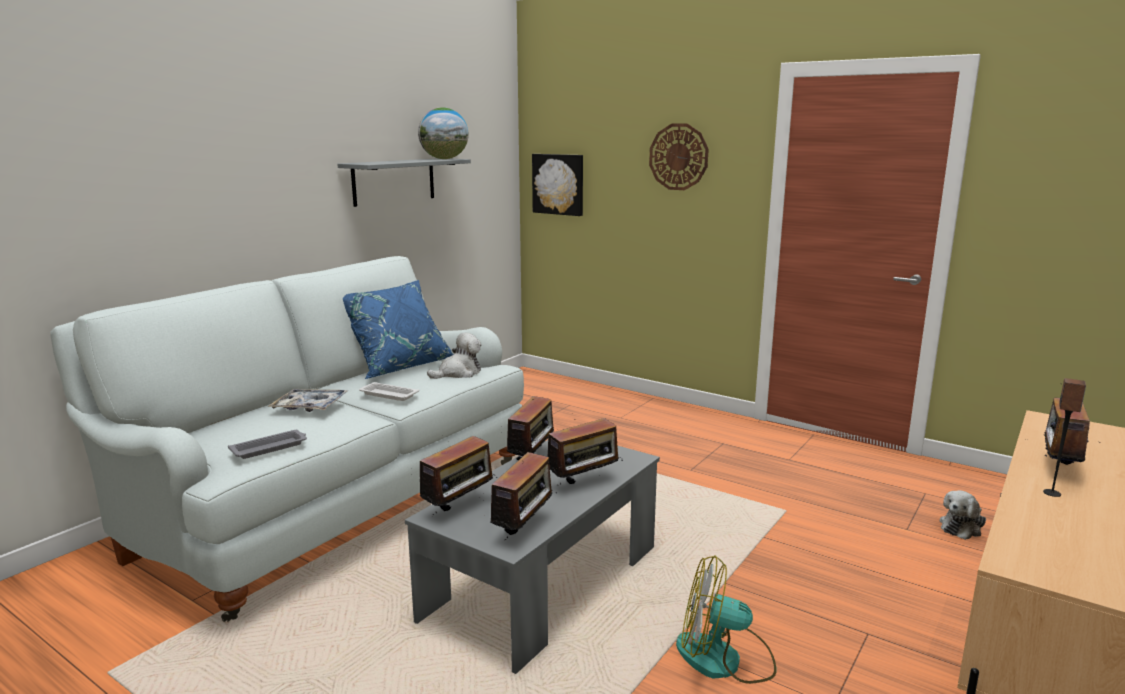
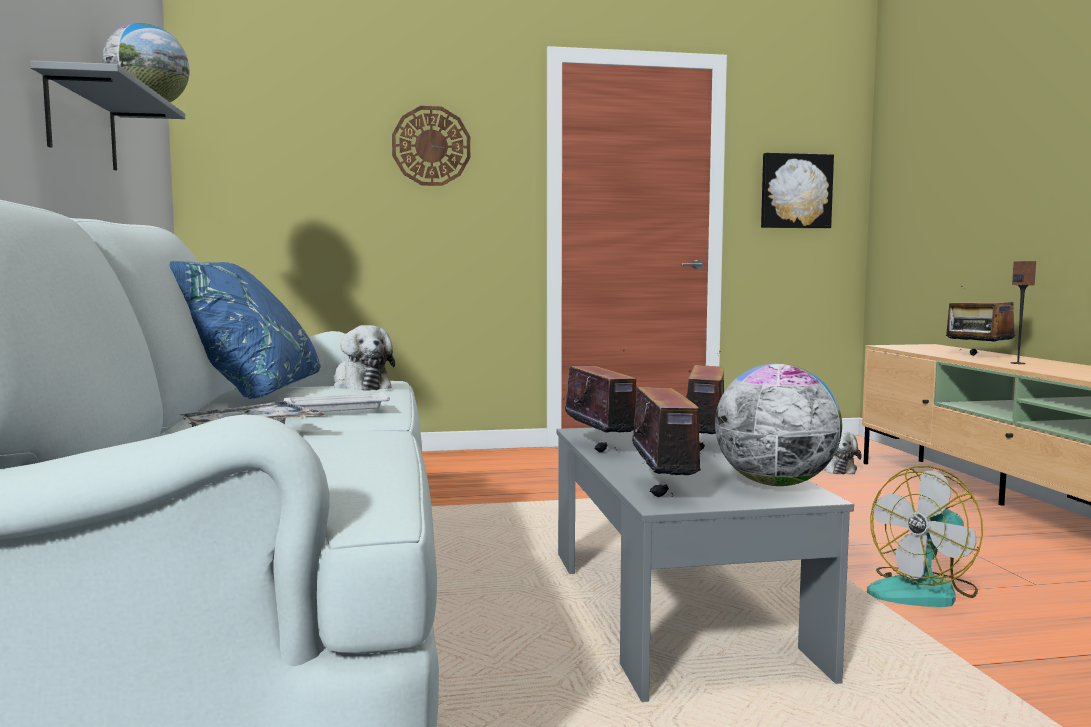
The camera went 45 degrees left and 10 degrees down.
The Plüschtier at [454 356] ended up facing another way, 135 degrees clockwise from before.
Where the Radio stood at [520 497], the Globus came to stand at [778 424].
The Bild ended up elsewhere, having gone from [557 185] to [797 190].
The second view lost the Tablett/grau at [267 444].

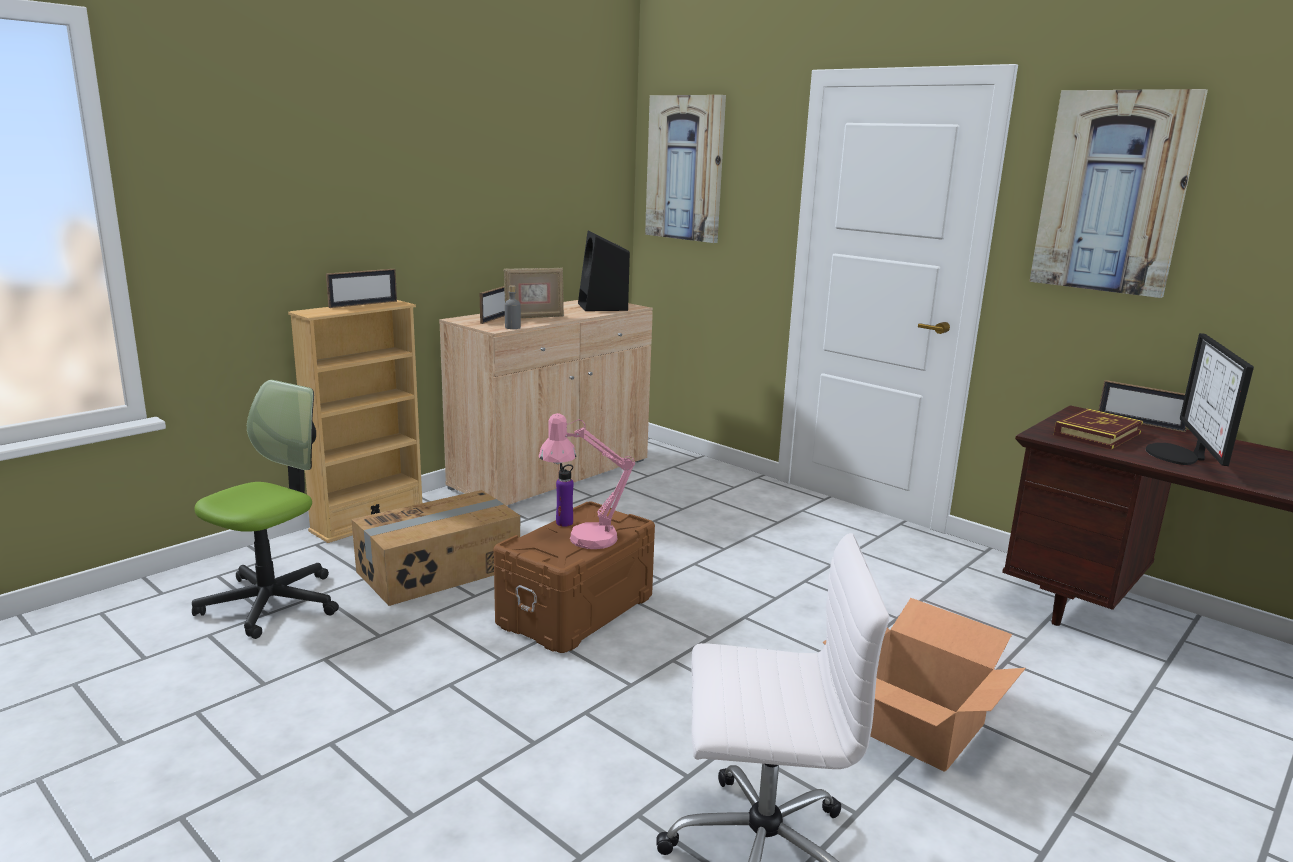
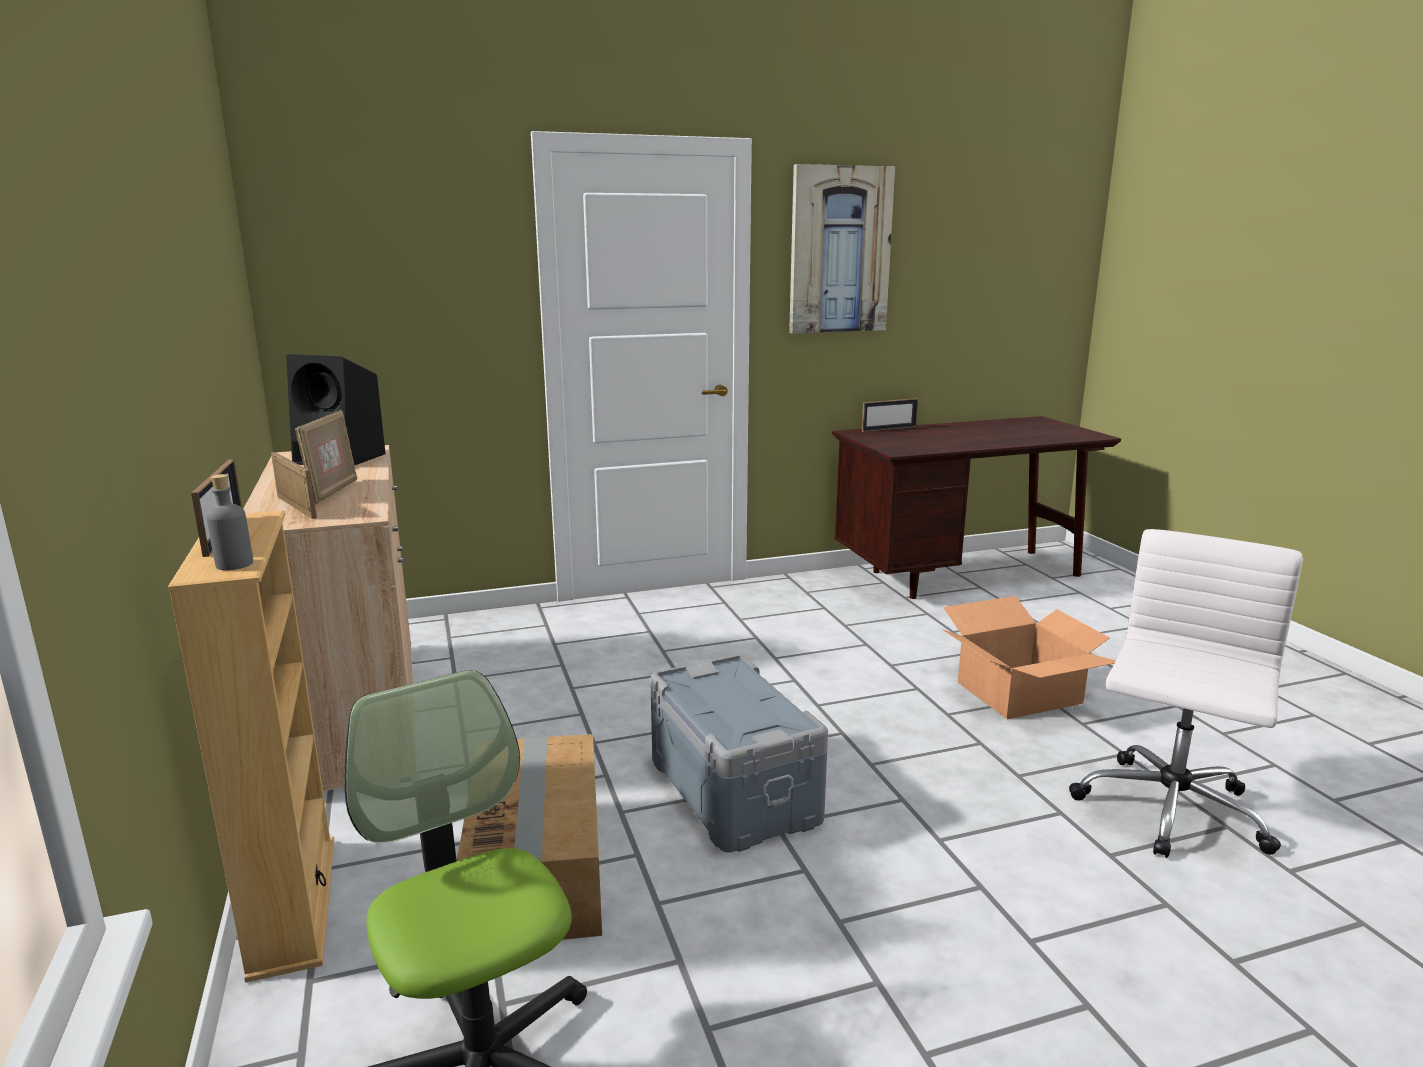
The camera went 60 degrees left and 0 degrees up.
The Flasche/grau ended up elsewhere, having gone from [513 307] to [229 522].
What was the Aufbewahrungsbox/braun at [574 577] turned into the Aufbewahrungsbox/grau at [739 753].
The second view lost the Tischlampe/rosa at [587 481].
The second view lost the Flasche/lila at [565 495].
The second view lost the Bild at [685 169].
The second view lost the Buch at [1098 428].
The second view lost the Monitor at [1200 399].

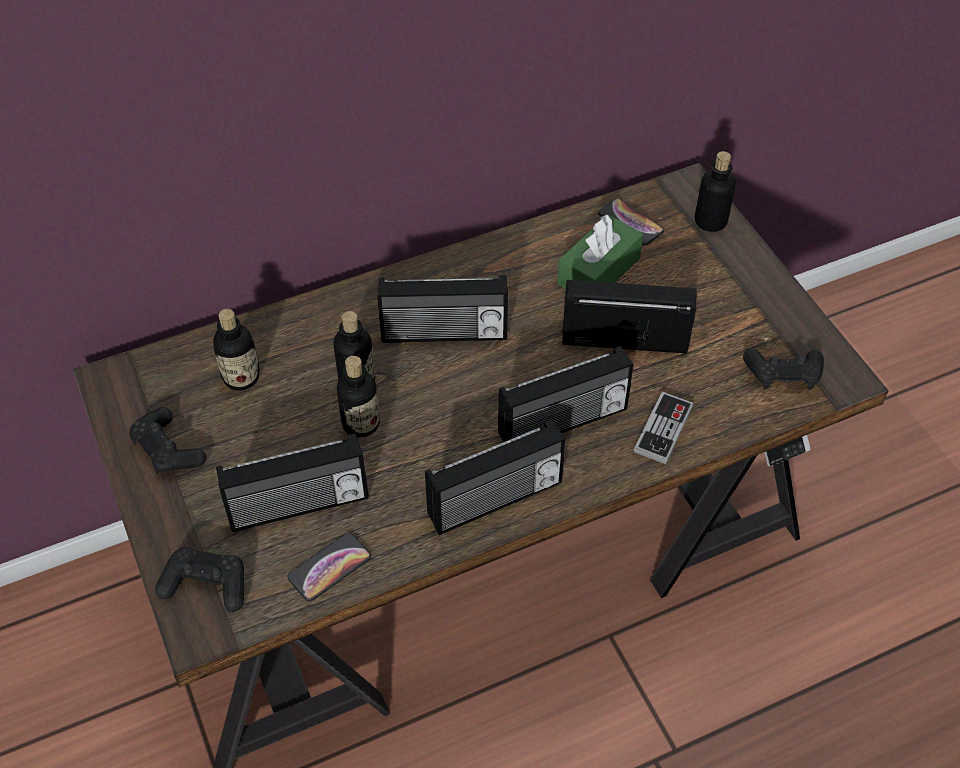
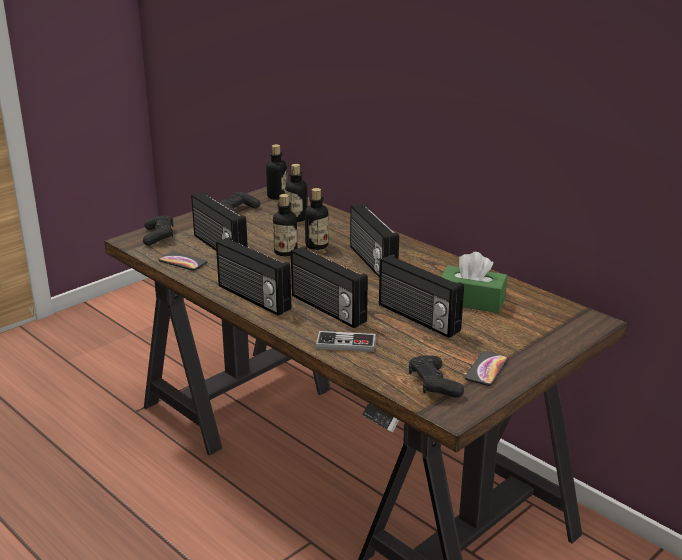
The camera went 70 degrees right and 25 degrees down.
The Flasche ended up elsewhere, having gone from [715 191] to [276 172].
The Radio at [629 317] ended up facing another way, 150 degrees clockwise from before.
The Handy ended up elsewhere, having gone from [631 222] to [486 368].

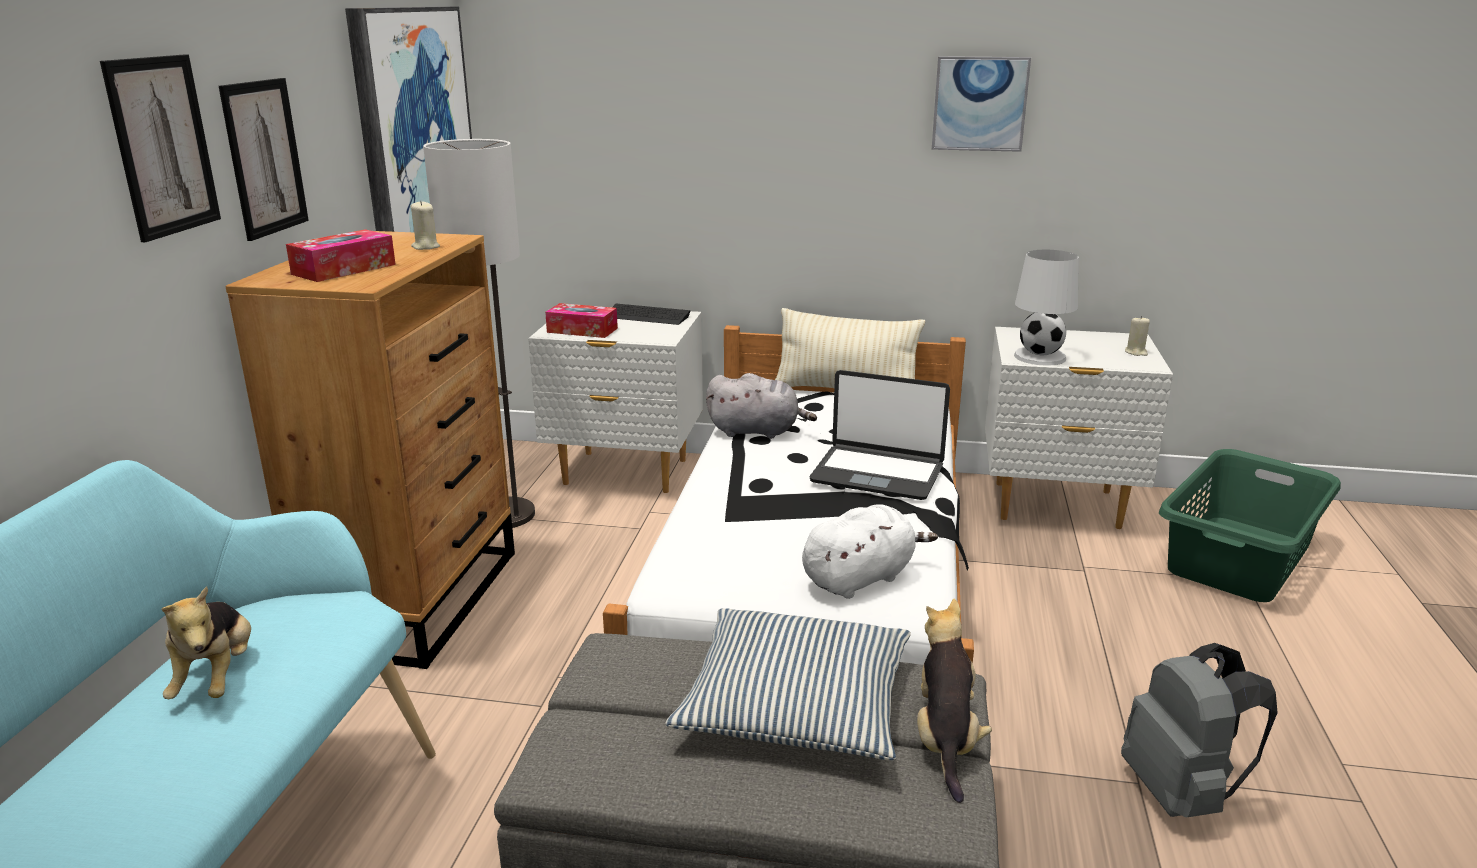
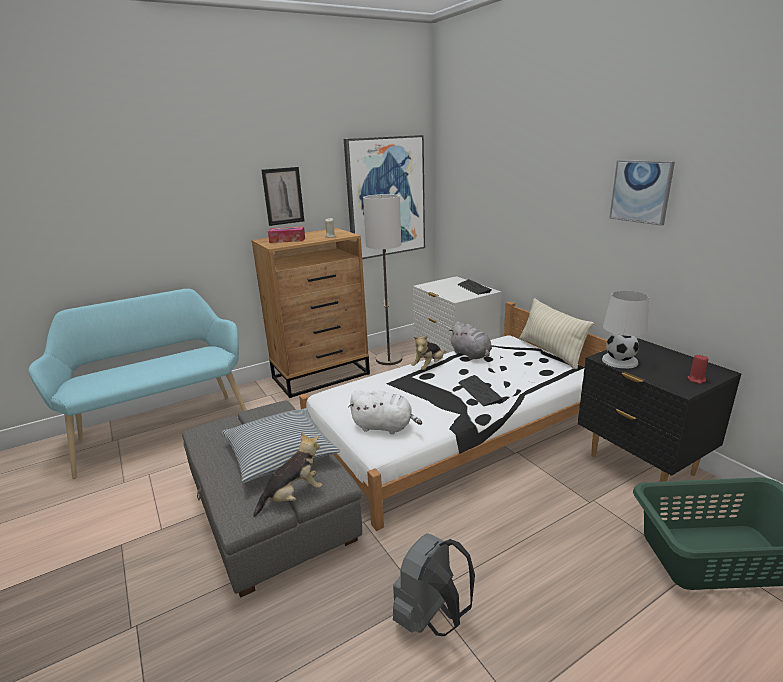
The camera went 50 degrees right and 0 degrees up.
The Plüschtier ended up elsewhere, having gone from [206 642] to [427 353].
Where the Laptop stood at [879 435], the Tastatur came to stand at [480 390].
What was the Nachttisch/weiß at [1079 428] turned into the Nachttisch/schwarz at [659 410].
What was the Kerze/beige at [1137 336] turned into the Kerze/rot at [697 369].
The second view lost the Bild at [160 148].
The second view lost the Taschentuchbox at [581 320].

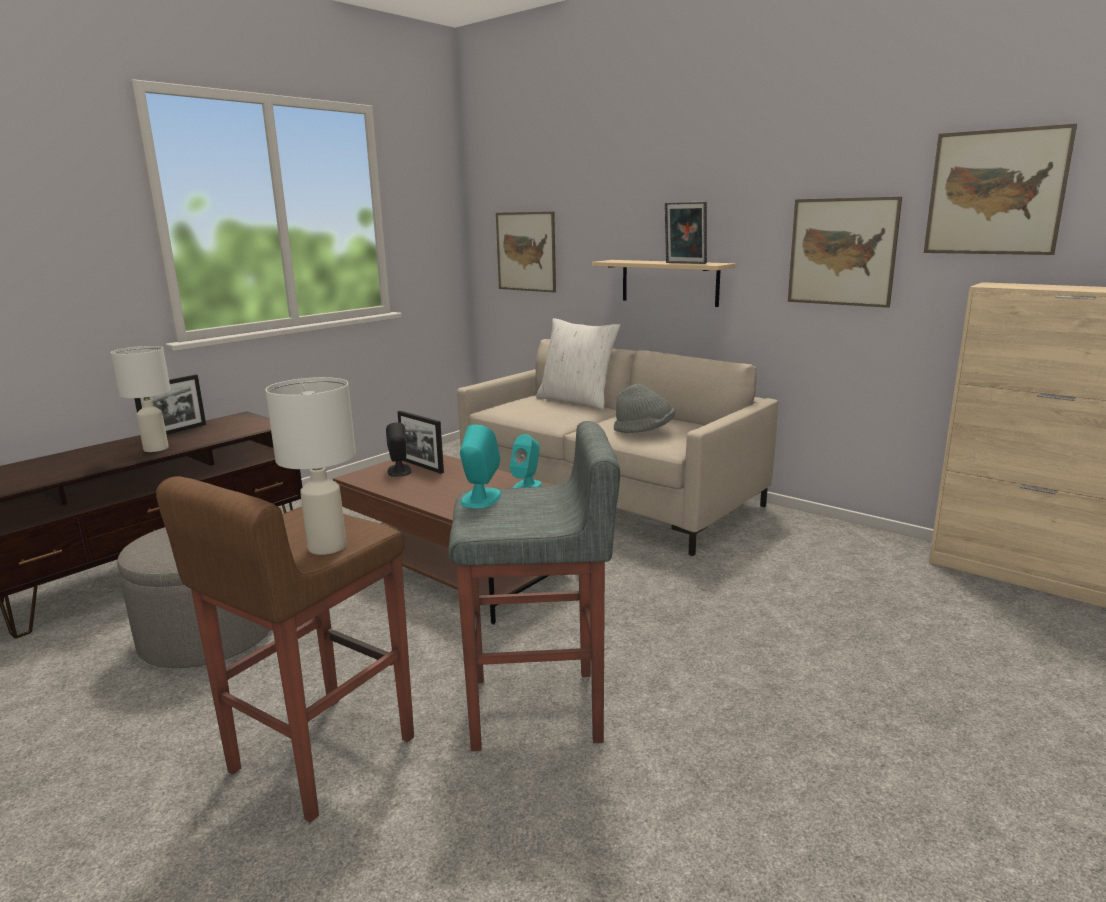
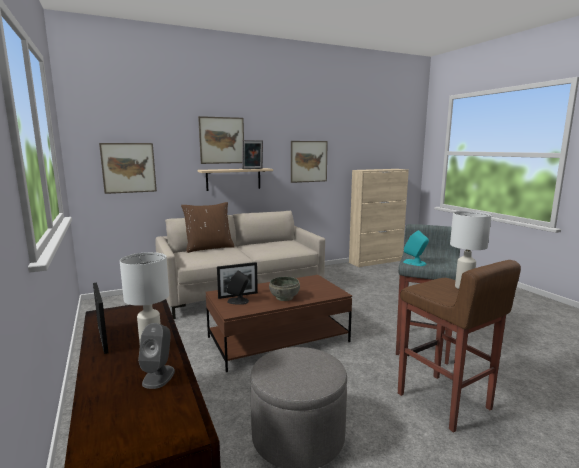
The camera went 65 degrees left and 5 degrees down.
The second view gained the Lautsprecher/grau at [156 356].
What was the Kissen/weiß at [578 364] turned into the Kissen/braun at [208 227].
The Bild ended up elsewhere, having gone from [1000 189] to [221 140].
The second view gained the Schüssel/grau at [284 289].
The second view lost the Lautsprecher/türkis at [526 461].
The second view lost the Hut/grau at [644 408].

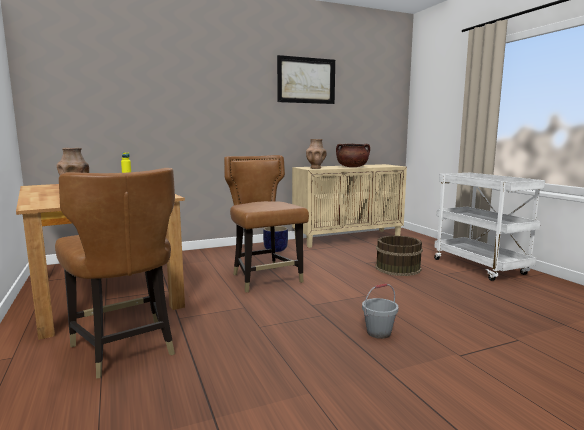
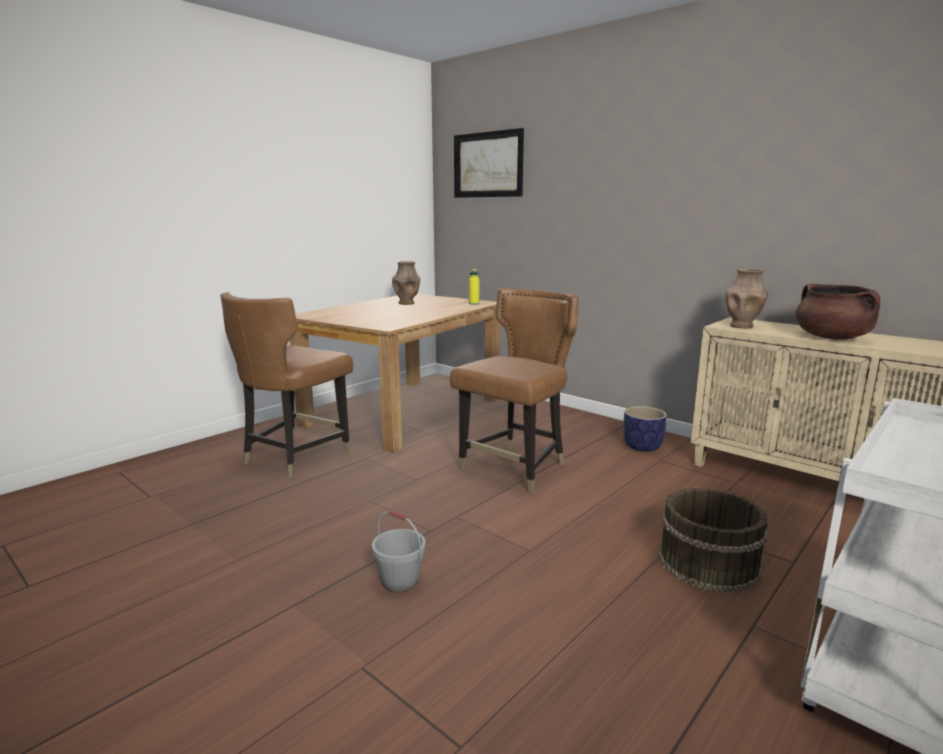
The camera went 65 degrees right and 5 degrees up.
The Bild ended up elsewhere, having gone from [306 79] to [489 163].

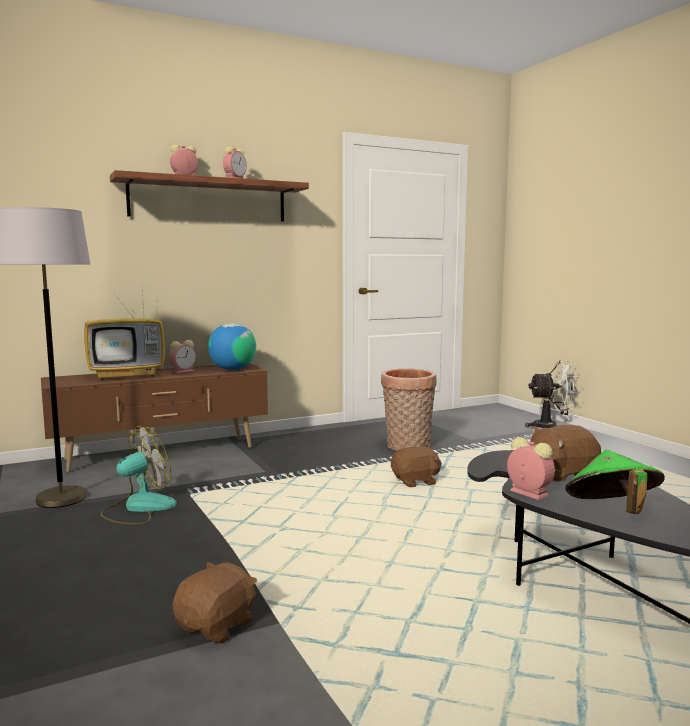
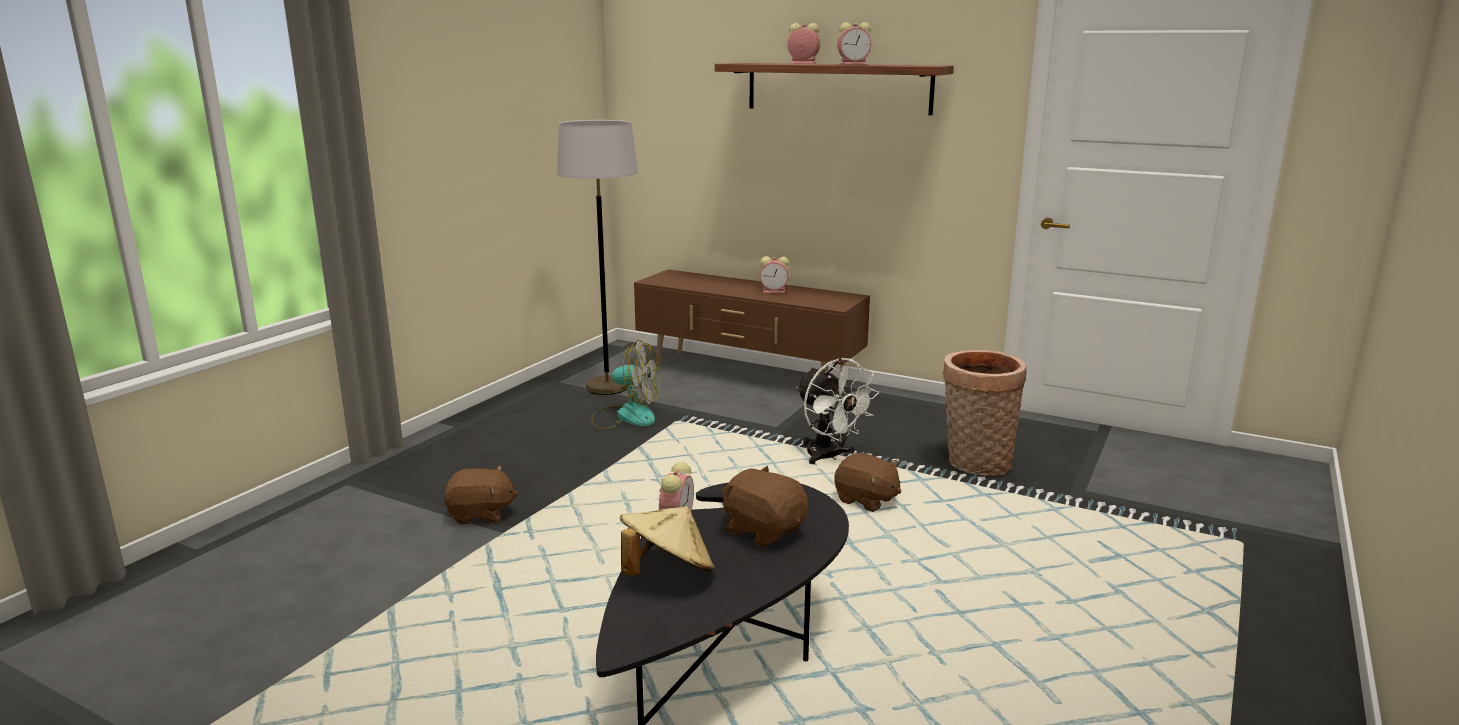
The camera went 55 degrees right and 10 degrees up.
What was the Hut/grün at [615 482] turned into the Hut/beige at [667 541].
The Ventilator/weiß ended up elsewhere, having gone from [552 394] to [837 411].
The second view lost the Fernseher at [124 334].
The second view lost the Globus at [232 346].

